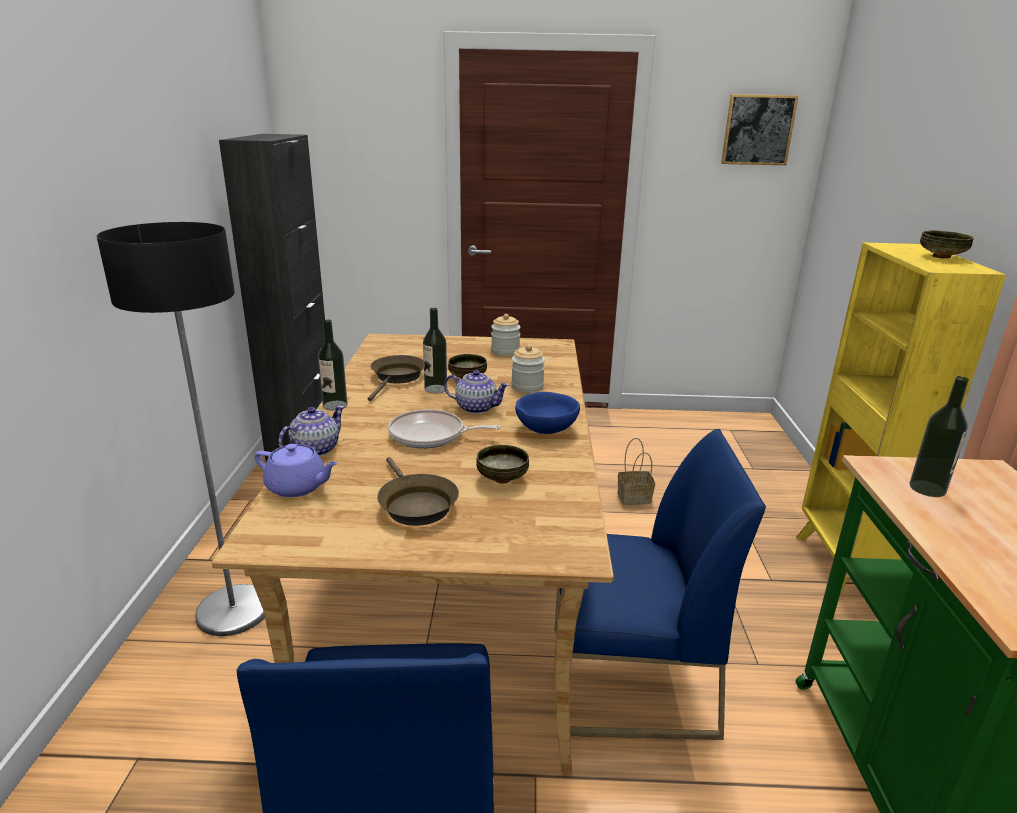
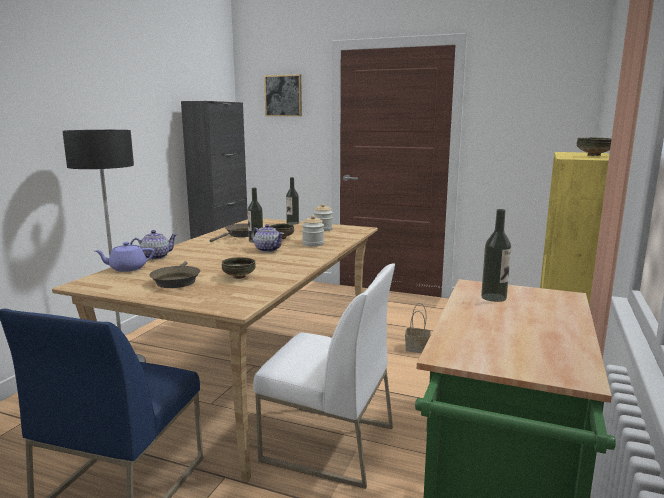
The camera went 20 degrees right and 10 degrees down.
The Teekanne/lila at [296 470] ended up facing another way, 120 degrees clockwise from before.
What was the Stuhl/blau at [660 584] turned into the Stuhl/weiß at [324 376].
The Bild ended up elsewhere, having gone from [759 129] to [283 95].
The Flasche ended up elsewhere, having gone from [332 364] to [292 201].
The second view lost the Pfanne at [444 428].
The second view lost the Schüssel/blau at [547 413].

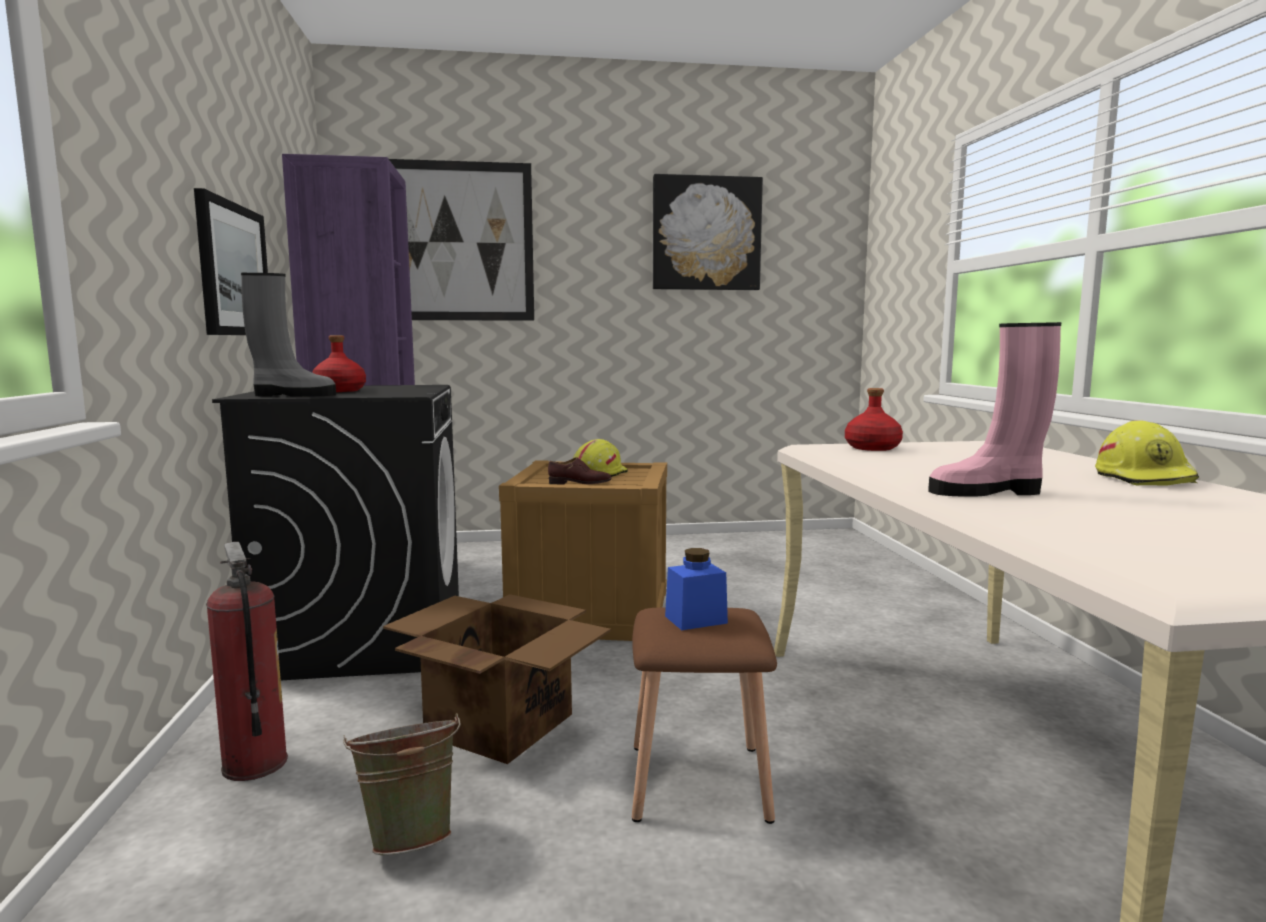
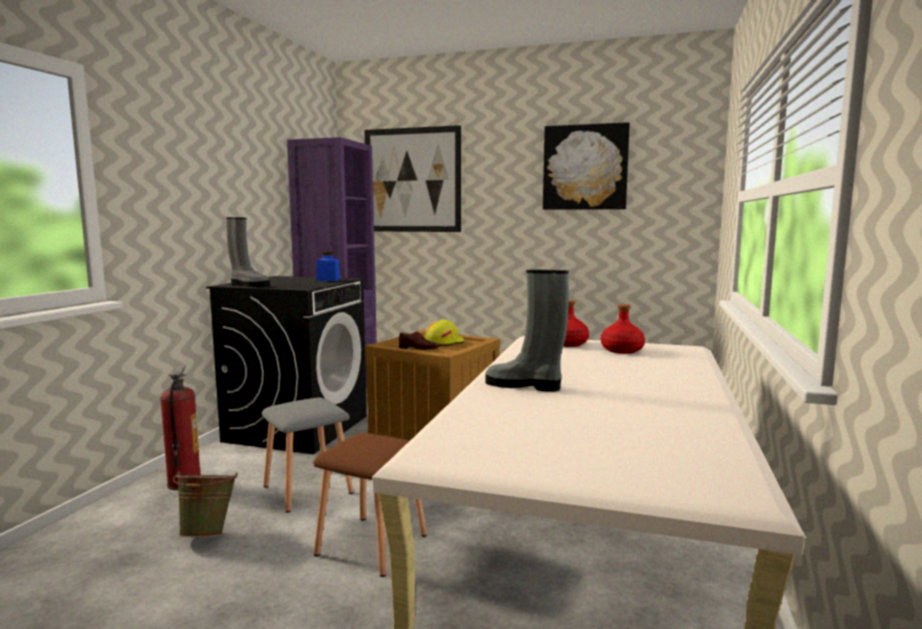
The camera went 25 degrees right and 0 degrees up.
Where the Karton stood at [497 679], the Hocker/grau came to stand at [308 455].
The Vorratsglas/blau ended up elsewhere, having gone from [696 589] to [328 266].
What was the Stiefel/rosa at [994 409] turned into the Stiefel/grau at [527 331].
The Flasche/rot ended up elsewhere, having gone from [339 363] to [623 329].
The second view lost the Bild at [231 261].
The second view lost the Schutzhelm/gelb at [1147 453].

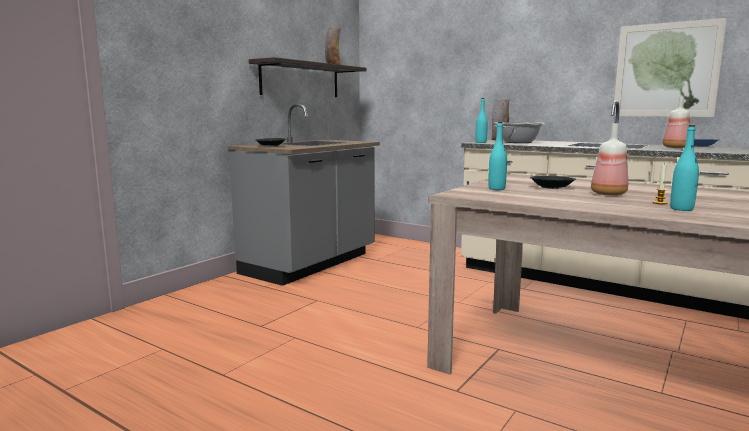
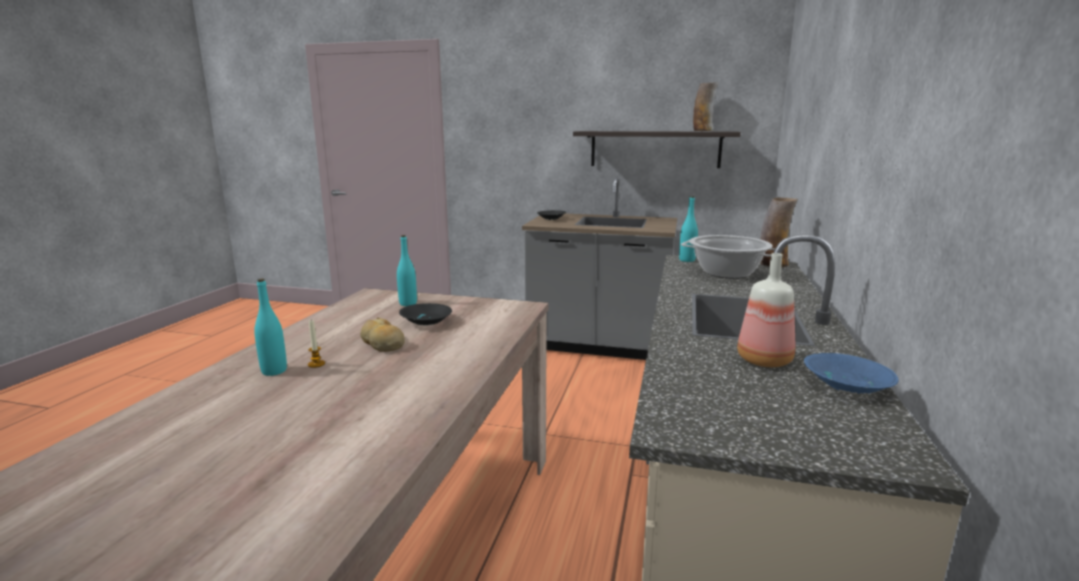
The camera went 70 degrees right and 5 degrees up.
Where the Flasche stood at [609 160], the Brot came to stand at [382 334].
The second view lost the Bild at [670 67].

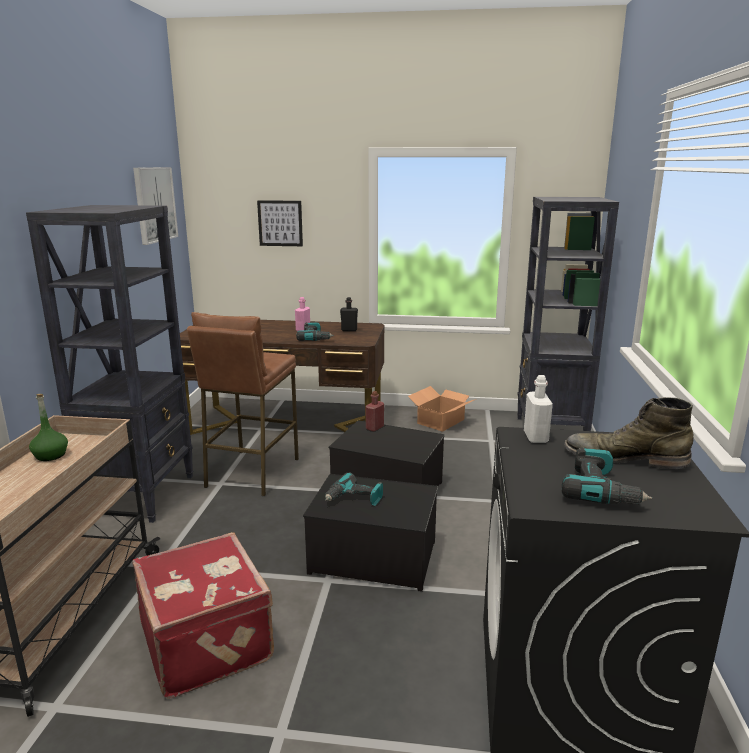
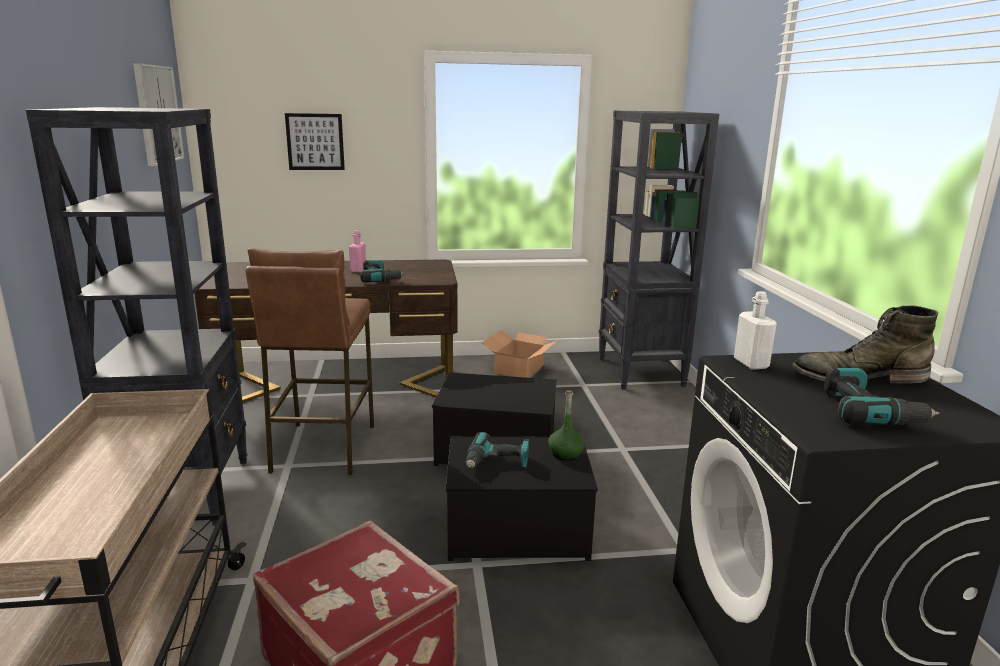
The camera went 15 degrees left and 0 degrees up.
The Flasche/grün ended up elsewhere, having gone from [48 427] to [566 425].
The second view lost the Flasche/schwarz at [349 314].
The second view lost the Flasche/rot at [374 411].

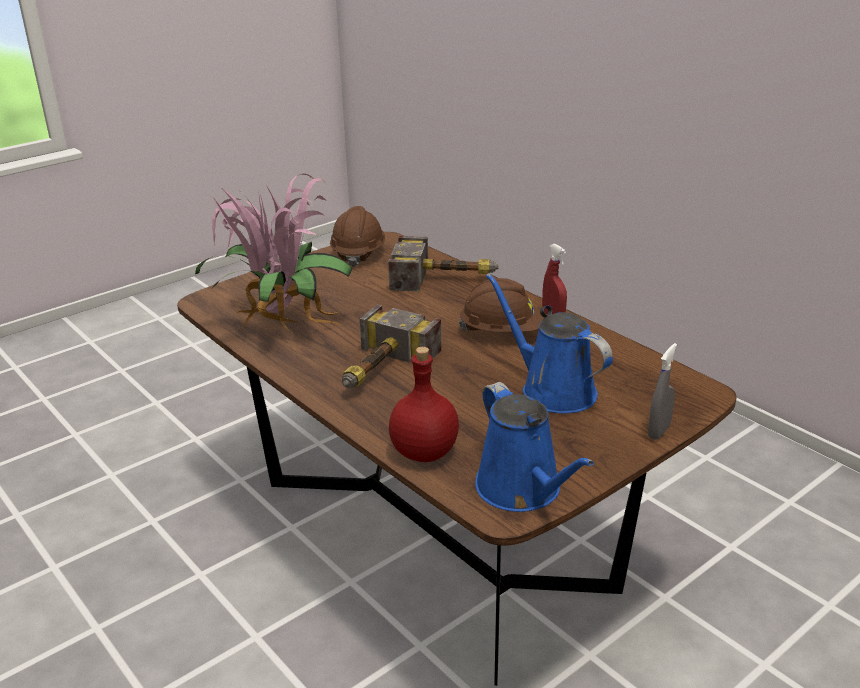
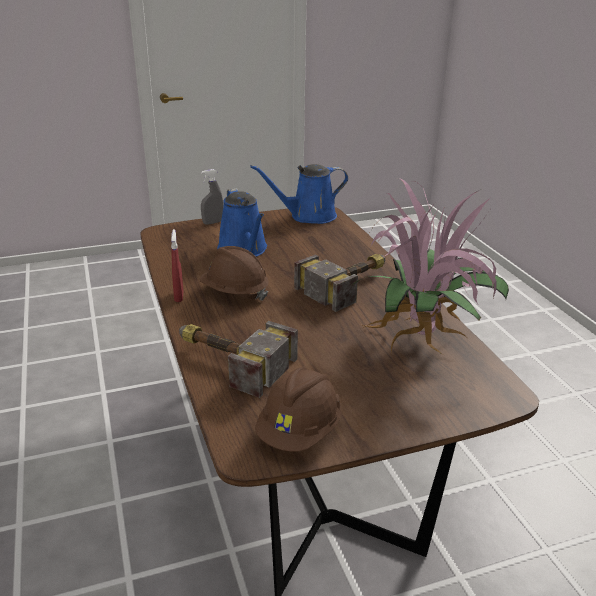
The camera went 160 degrees left and 0 degrees up.
The Gießkanne/blau at [534 447] ended up facing another way, 105 degrees counterclockwise from before.
The second view lost the Flasche/rot at [424 404].

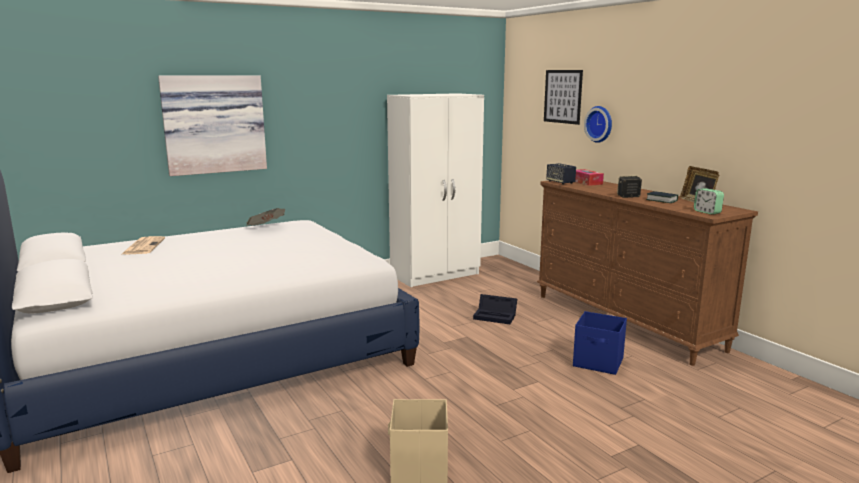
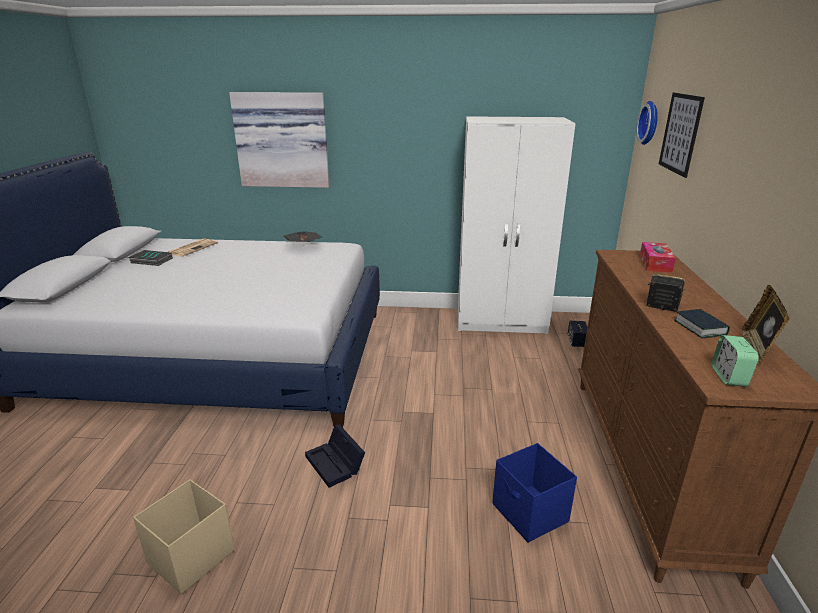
The camera went 35 degrees right and 10 degrees up.
The second view gained the Buch at [151 258].
The Aufbewahrungsbox/schwarz ended up elsewhere, having gone from [495 309] to [335 456].
The Lautsprecher ended up elsewhere, having gone from [561 174] to [577 334].
The Wanduhr ended up elsewhere, having gone from [598 124] to [647 123].

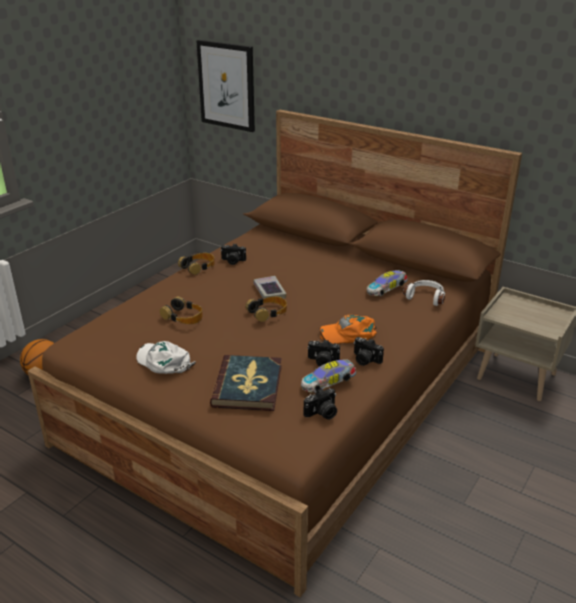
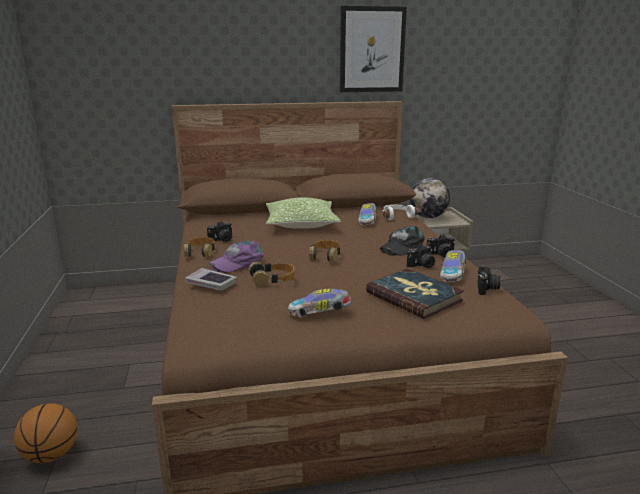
The camera went 45 degrees left and 10 degrees down.
The Buch ended up elsewhere, having gone from [270 287] to [211 279].
The second view gained the Kappe/lila at [236 257].
The second view gained the Kissen at [303 213].
Where the Kappe/weiß stood at [166 357], the Spielzeugauto came to stand at [319 303].
The Bild ended up elsewhere, having gone from [225 86] to [373 49].
What was the Kappe/orange at [348 329] turned into the Kappe/schwarz at [402 241].
The second view gained the Globus at [430 198].

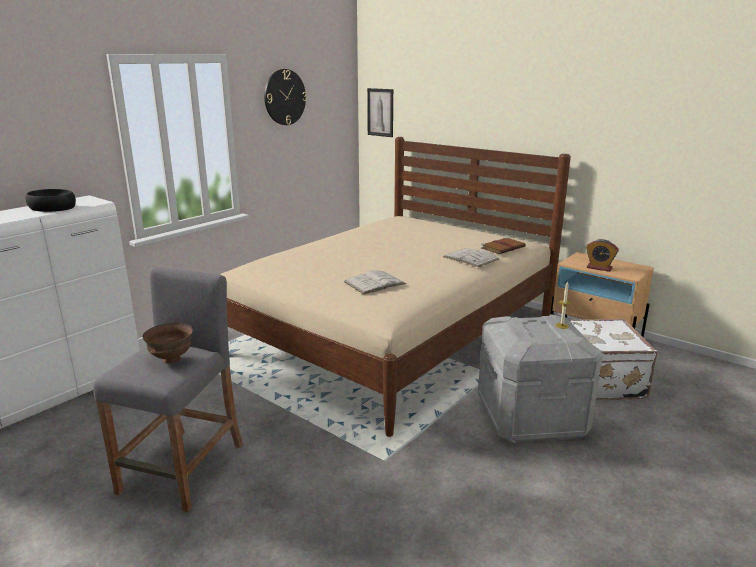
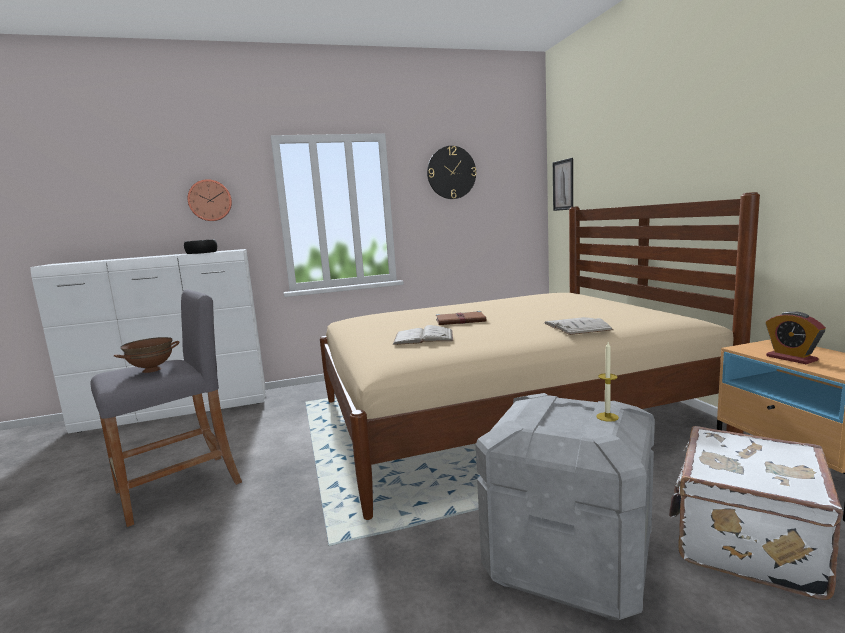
The camera went 35 degrees right and 10 degrees down.
The second view gained the Wanduhr at [210 200].
The Buch/braun ended up elsewhere, having gone from [503 245] to [461 318].

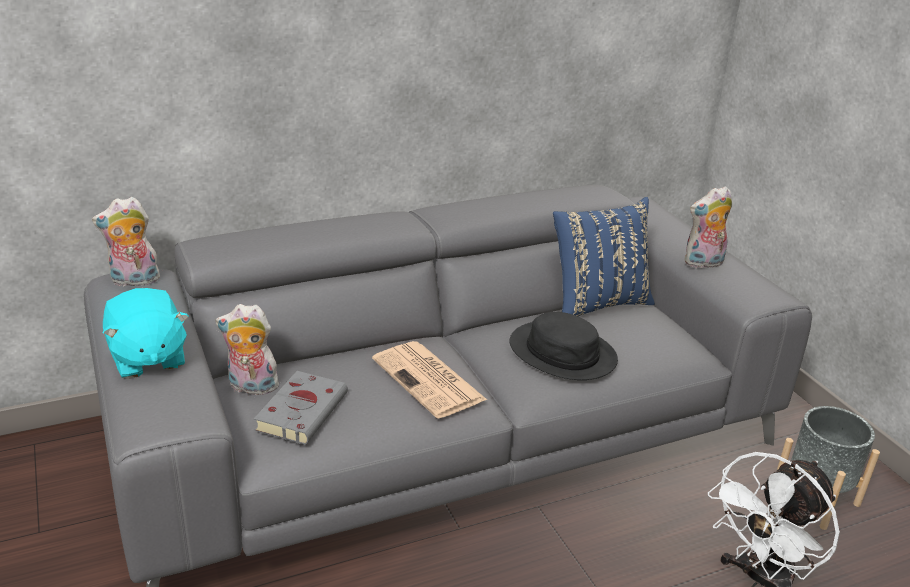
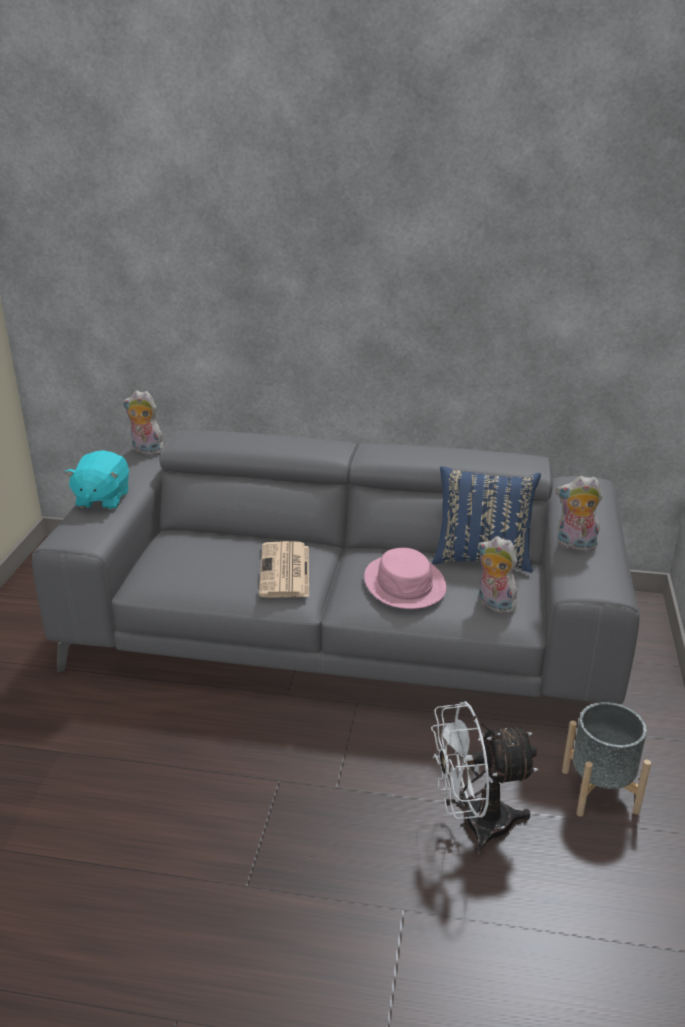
The camera went 35 degrees right and 0 degrees up.
What was the Hut/schwarz at [563 346] turned into the Hut/rosa at [405 578].
The Plüschtier ended up elsewhere, having gone from [248 349] to [497 575].
The second view lost the Buch/grau at [301 408].

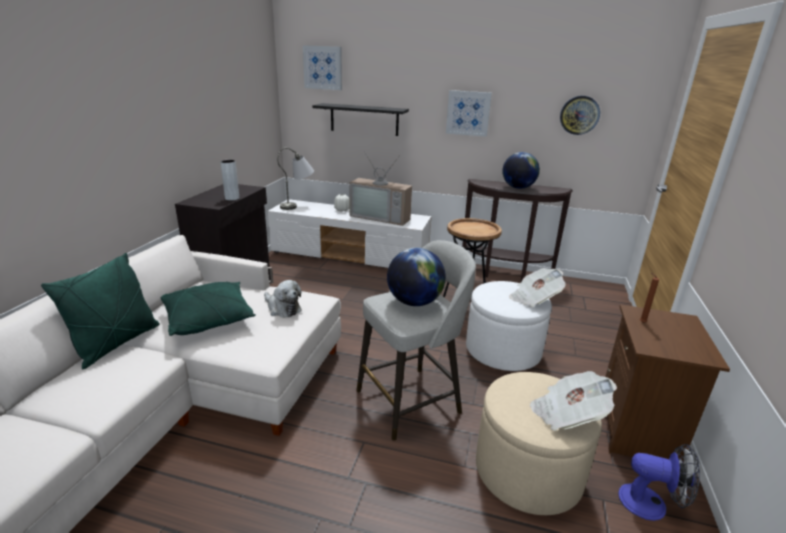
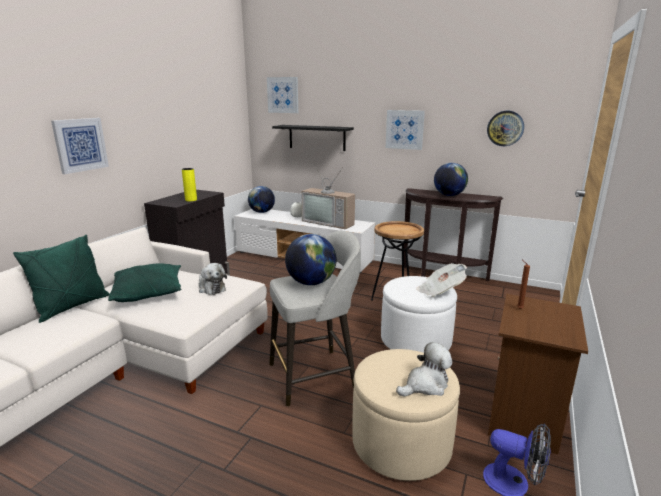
The camera went 10 degrees right and 5 degrees down.
The second view gained the Bild at [80 146].
What was the Vase/grau at [229 180] turned into the Vase/gelb at [189 184].
Where the Tischlampe/grau stood at [295 179], the Globus came to stand at [261 199].
Where the Zeitung stood at [573 401], the Plüschtier came to stand at [424 369].

